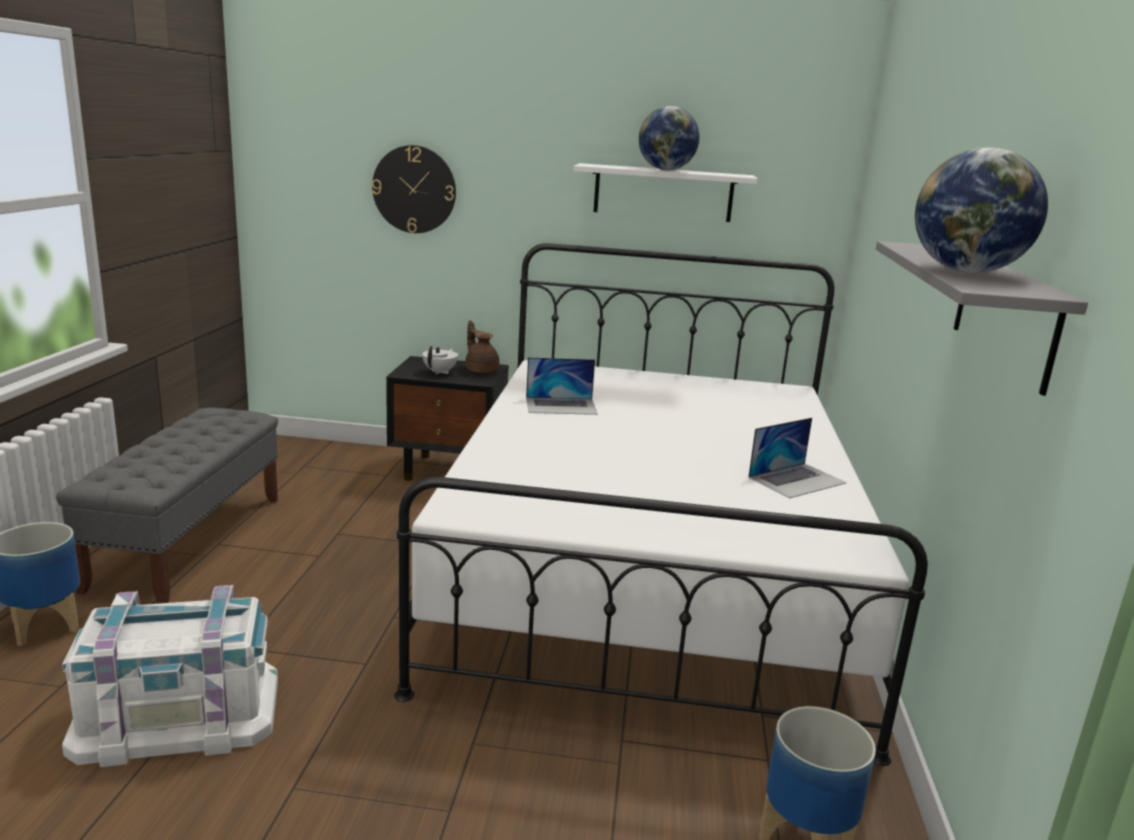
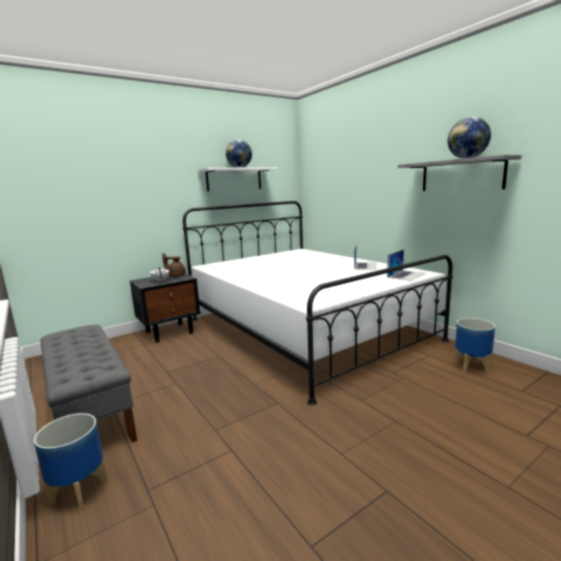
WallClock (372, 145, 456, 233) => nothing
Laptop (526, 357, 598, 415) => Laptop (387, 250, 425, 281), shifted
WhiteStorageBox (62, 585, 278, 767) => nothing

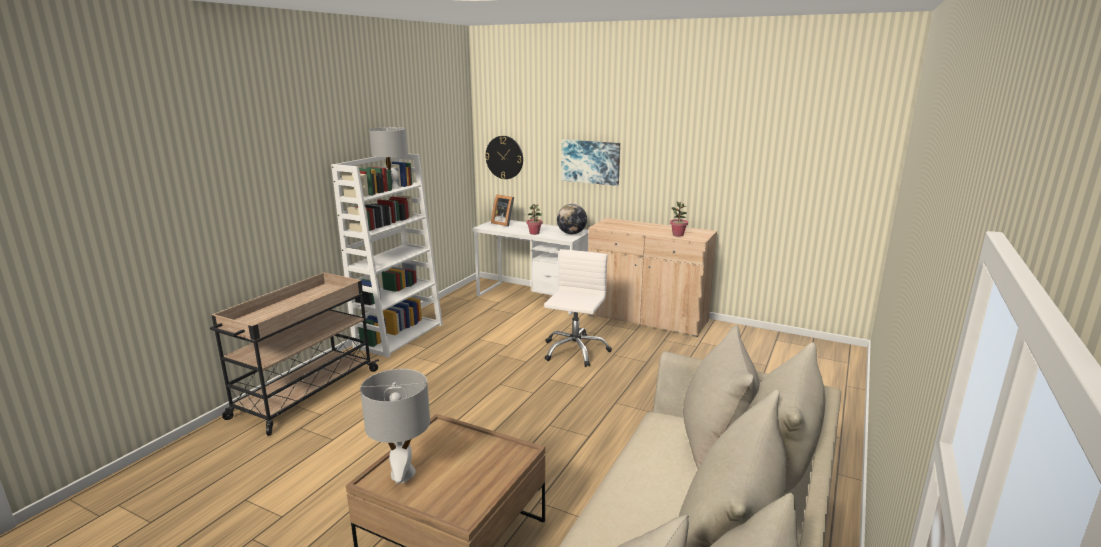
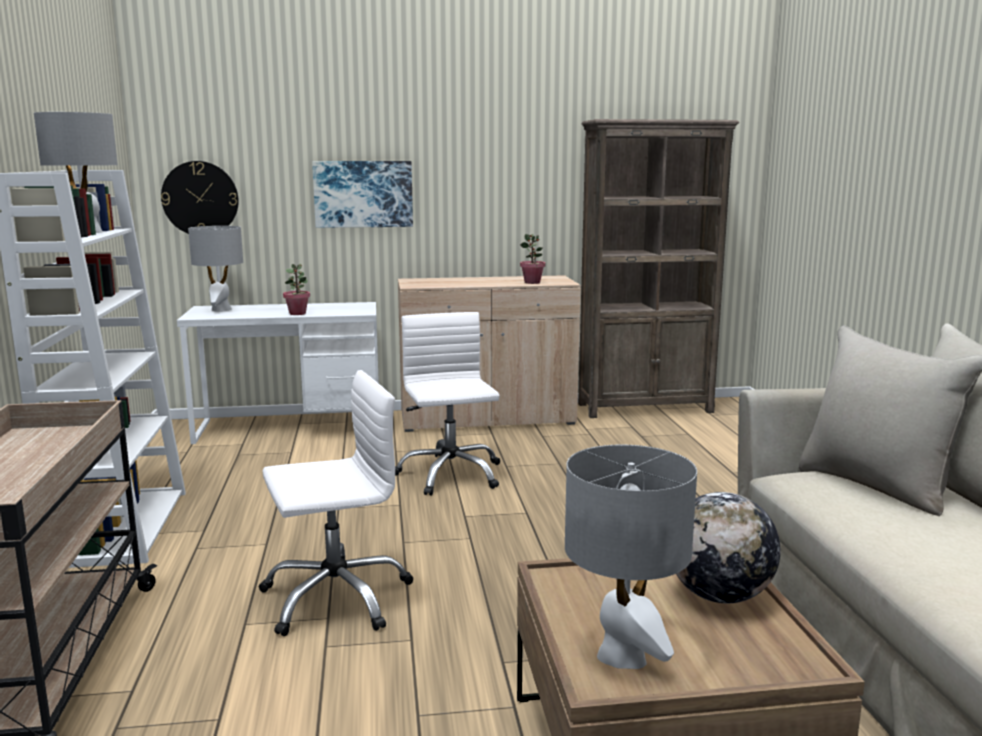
PictureFrame (491, 194, 514, 227) => GreyTableLamp (188, 226, 243, 312)
Globe (557, 204, 587, 234) => Globe (676, 492, 780, 603), shifted
nothing => BrownBookcase (578, 119, 739, 418)
nothing => WhiteOfficeChair (259, 370, 414, 636)

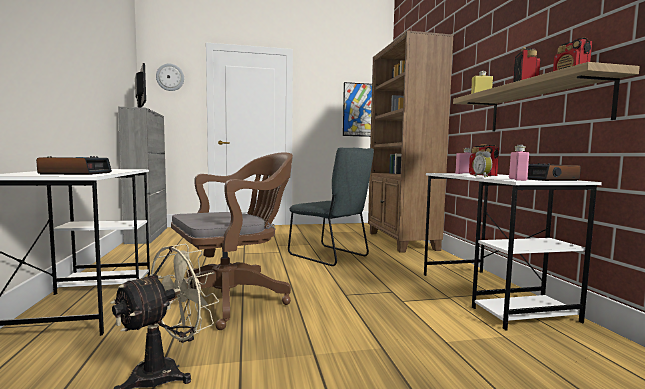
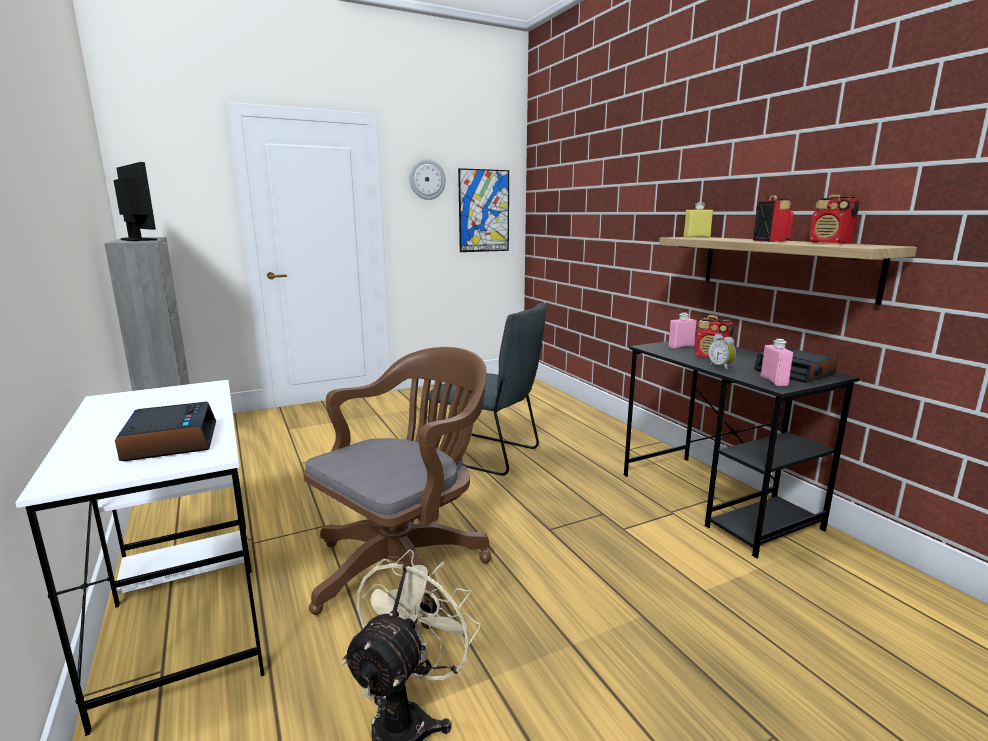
BrownBookcase (368, 30, 454, 253) => nothing
WallClock (156, 64, 184, 91) => WallClock (409, 159, 446, 200), shifted
WhiteDesk (424, 173, 602, 330) => BlackDesk (624, 337, 860, 558)

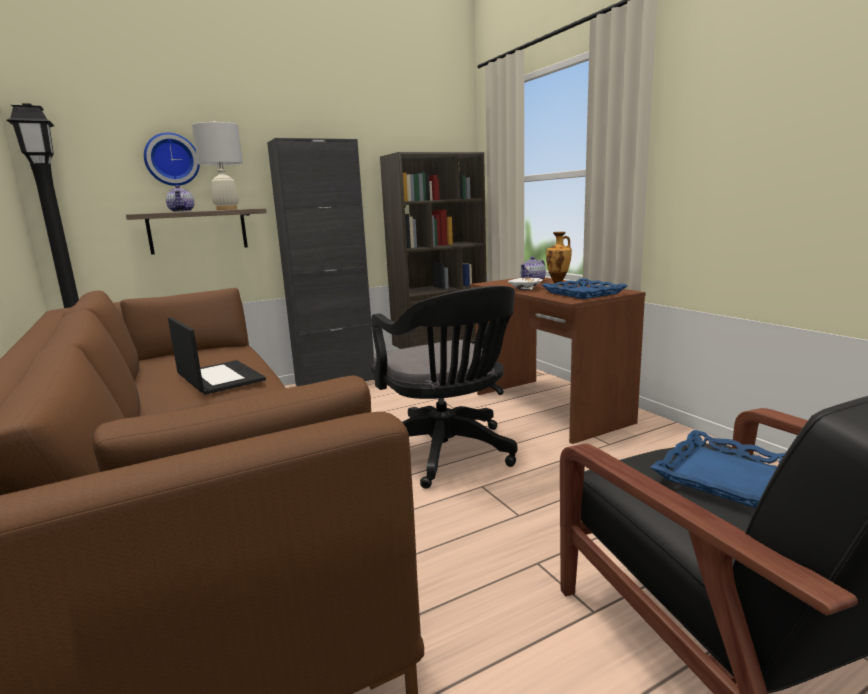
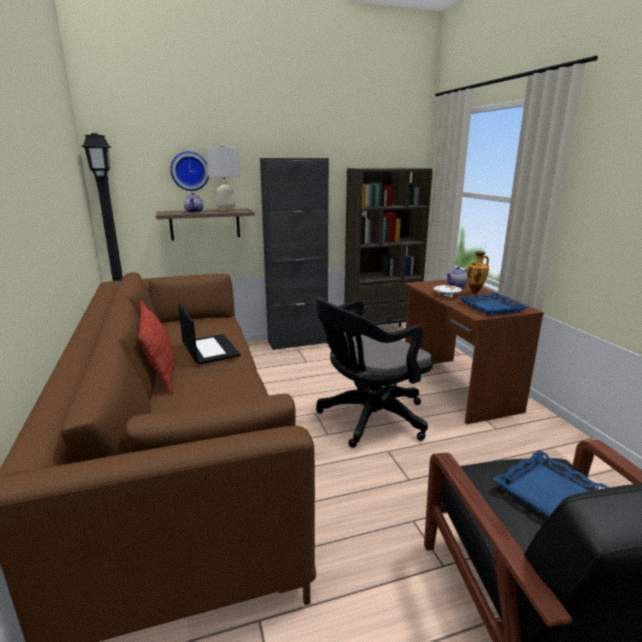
BlackOfficeChair (370, 286, 518, 489) => BlackOfficeChair (315, 296, 433, 448), 75 degrees clockwise
nothing => Pillow (138, 300, 174, 395)

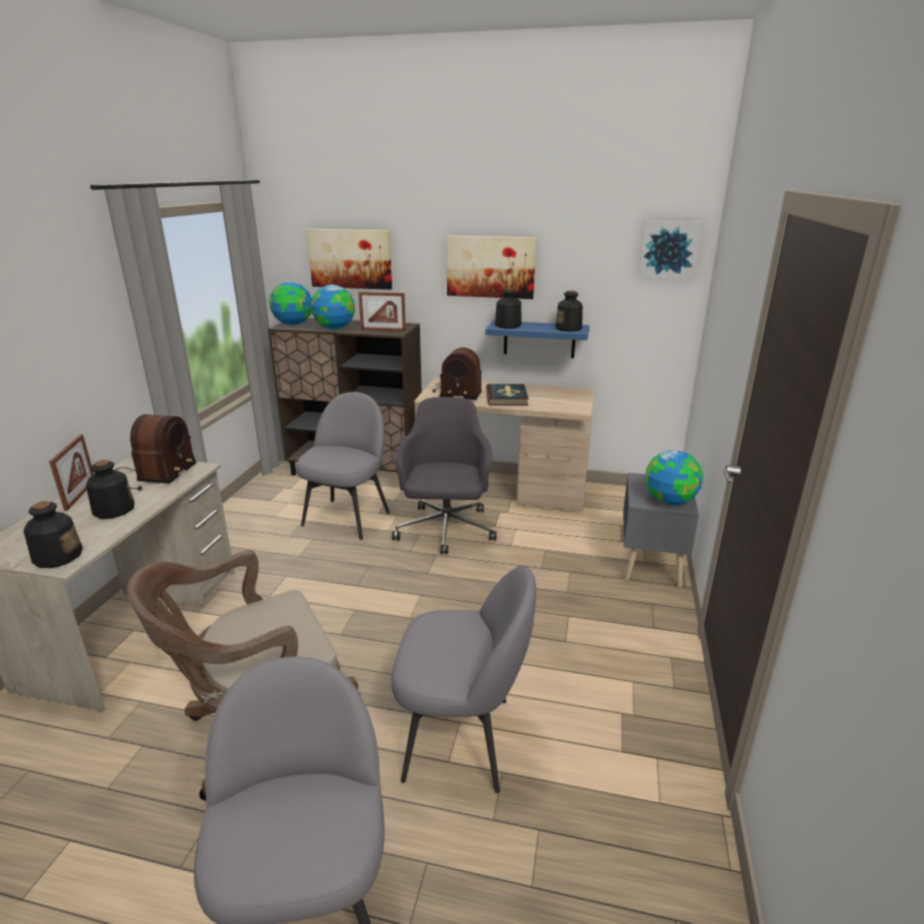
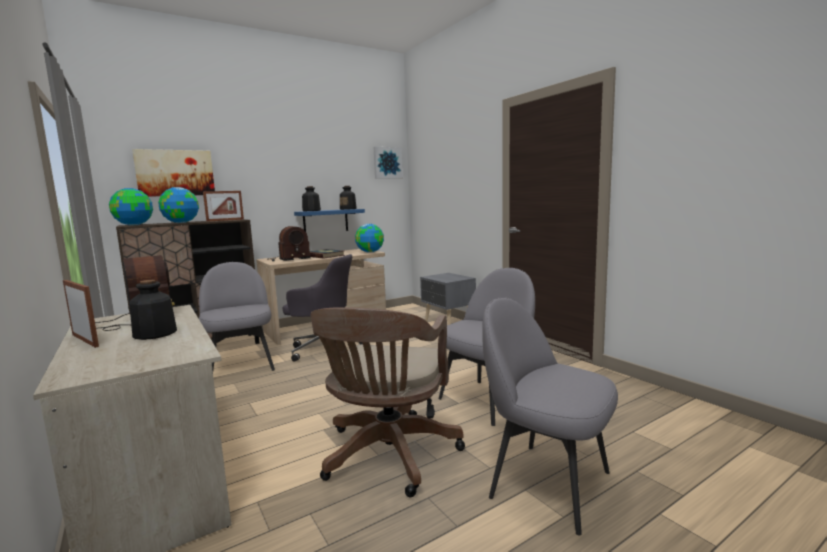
Picture (446, 235, 536, 299) => nothing
GreyOfficeChair (392, 397, 497, 554) => GreyOfficeChair (283, 254, 363, 362), 150 degrees clockwise
Globe (645, 450, 703, 505) => Globe (355, 224, 384, 253), shifted
Bottle (23, 501, 83, 568) => nothing

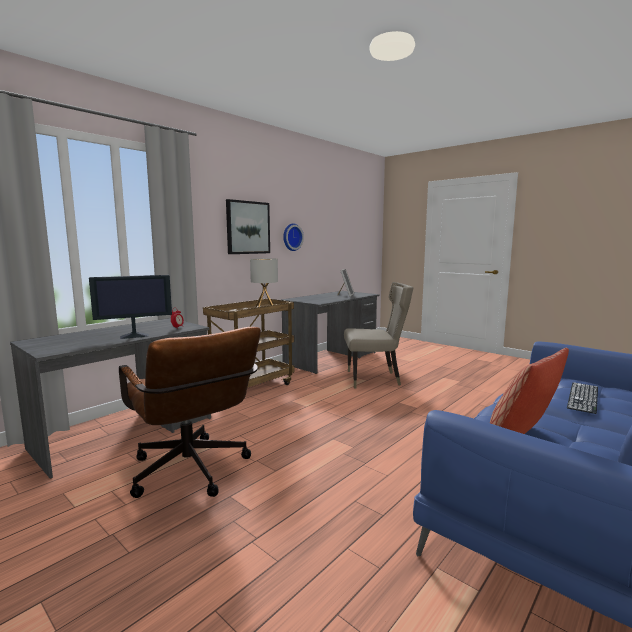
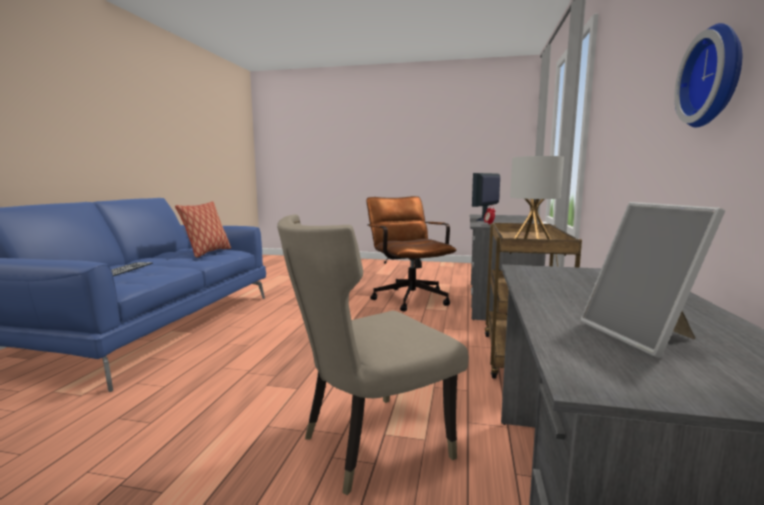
Picture (226, 199, 270, 254) => nothing
BrownOfficeChair (119, 327, 261, 498) => BrownOfficeChair (366, 196, 456, 312), 45 degrees clockwise

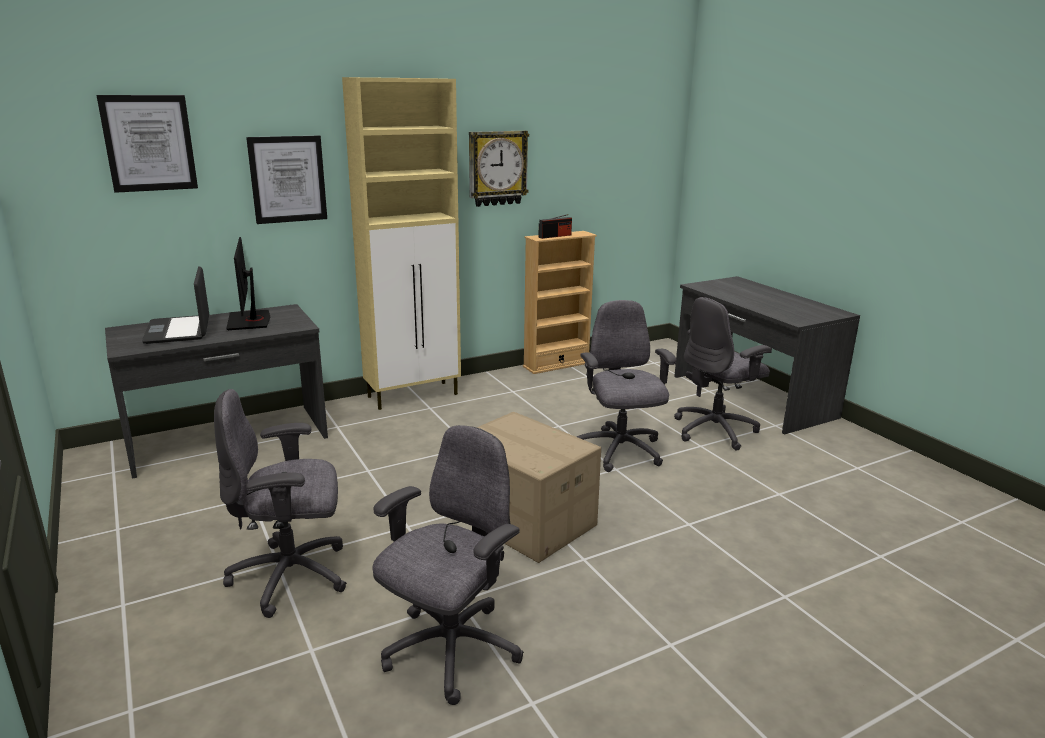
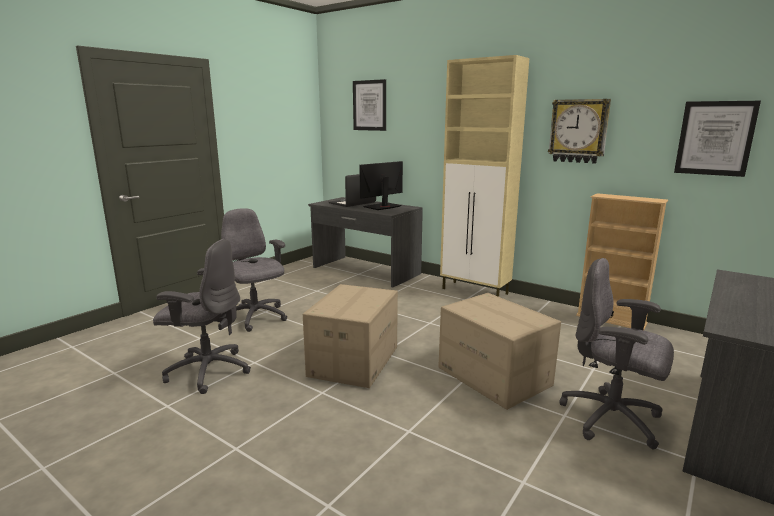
Picture (246, 135, 327, 224) => Picture (674, 101, 761, 177), shifted
Radio (538, 214, 572, 239) => nothing
GreyOfficeChair (577, 300, 676, 472) => CardboardBox (438, 293, 561, 410)

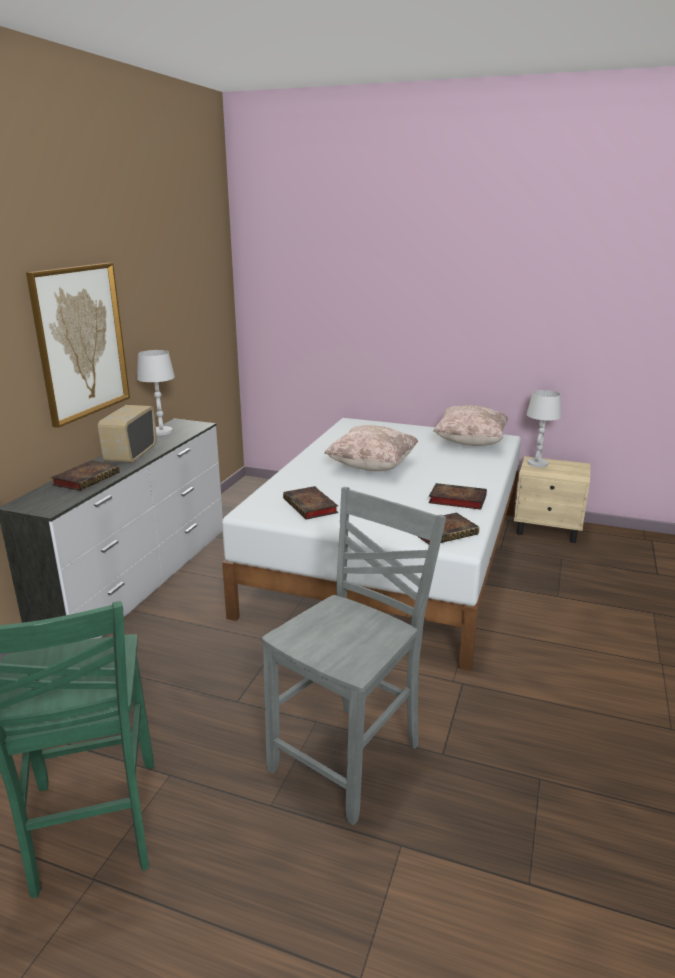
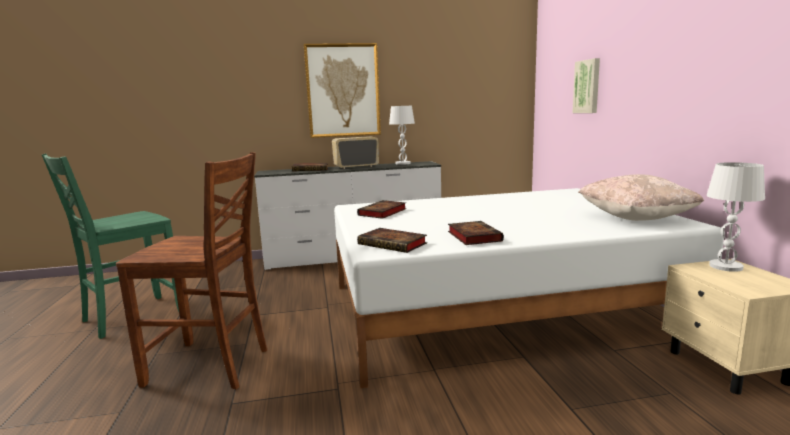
BeigePillow (324, 425, 418, 471) => nothing
GreyChair (262, 487, 446, 826) => BrownChair (116, 152, 267, 389)
nothing => Picture (572, 58, 600, 113)

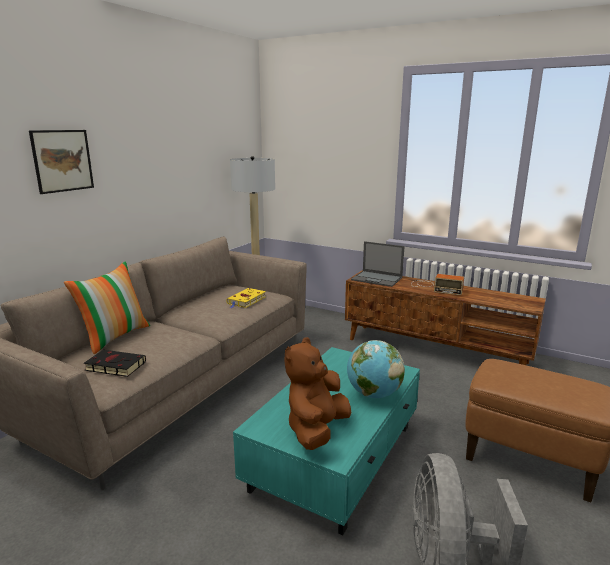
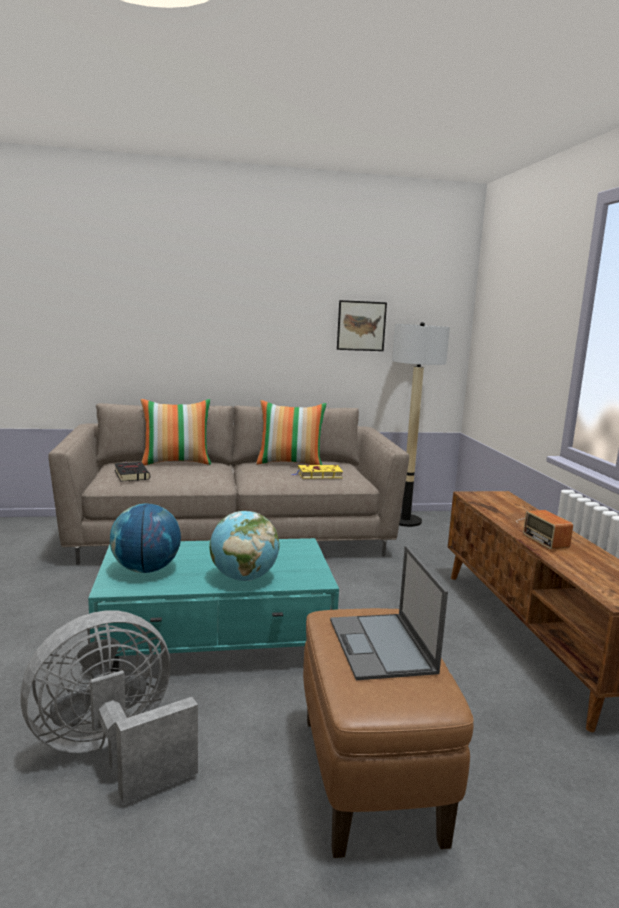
Picture (29, 130, 94, 194) => Picture (337, 300, 387, 351), shifted
Laptop (351, 241, 405, 287) => Laptop (330, 546, 448, 680), shifted
BrownPlushToy (284, 337, 352, 450) => Globe (110, 504, 181, 573)
nothing => Pillow (256, 400, 327, 465)

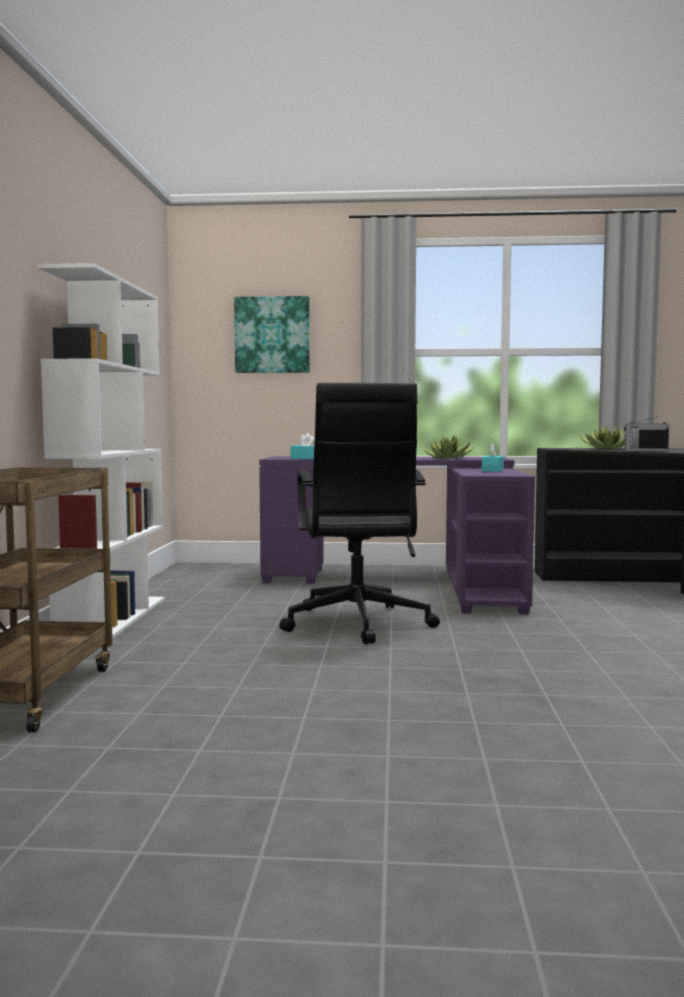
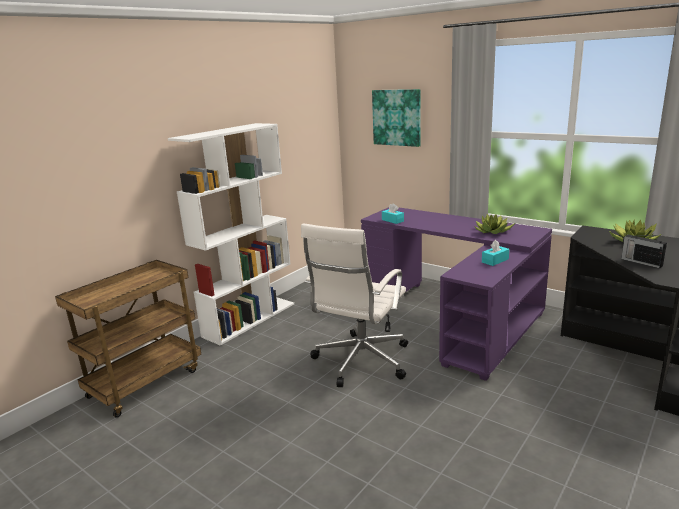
BlackOfficeChair (279, 383, 440, 644) => WhiteOfficeChair (301, 223, 408, 387)

